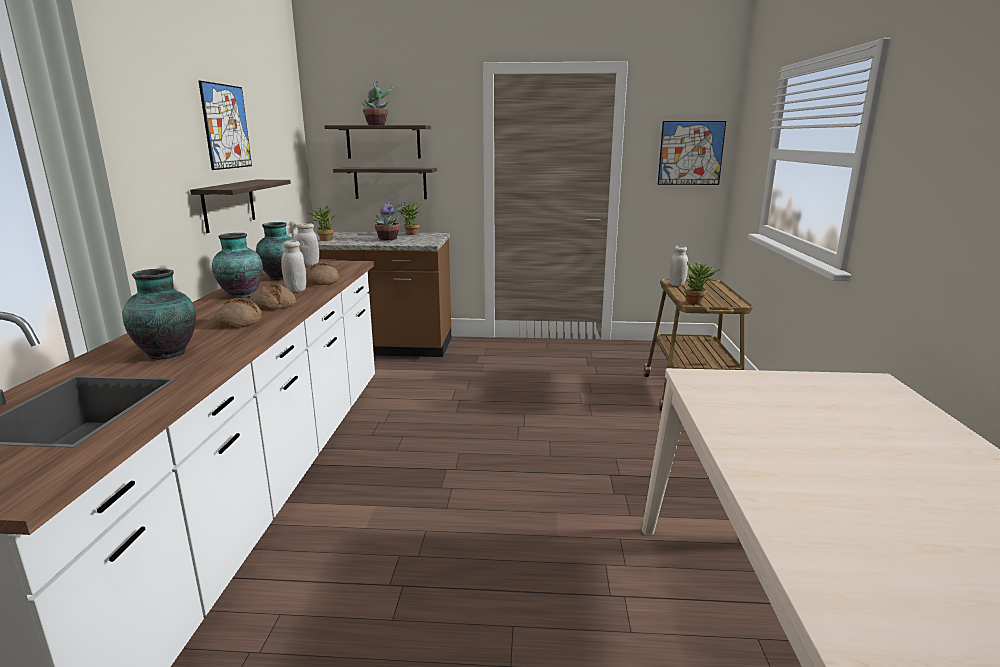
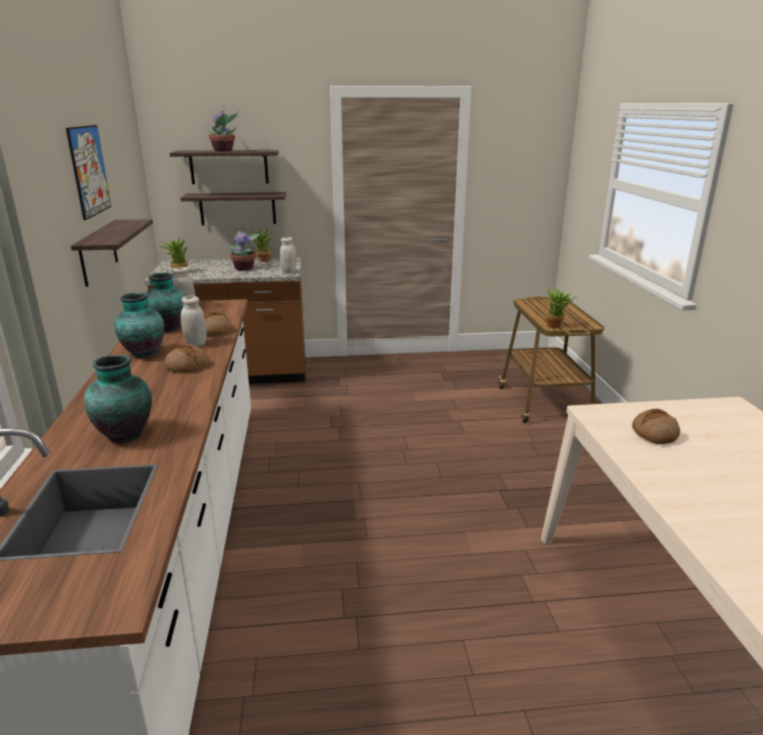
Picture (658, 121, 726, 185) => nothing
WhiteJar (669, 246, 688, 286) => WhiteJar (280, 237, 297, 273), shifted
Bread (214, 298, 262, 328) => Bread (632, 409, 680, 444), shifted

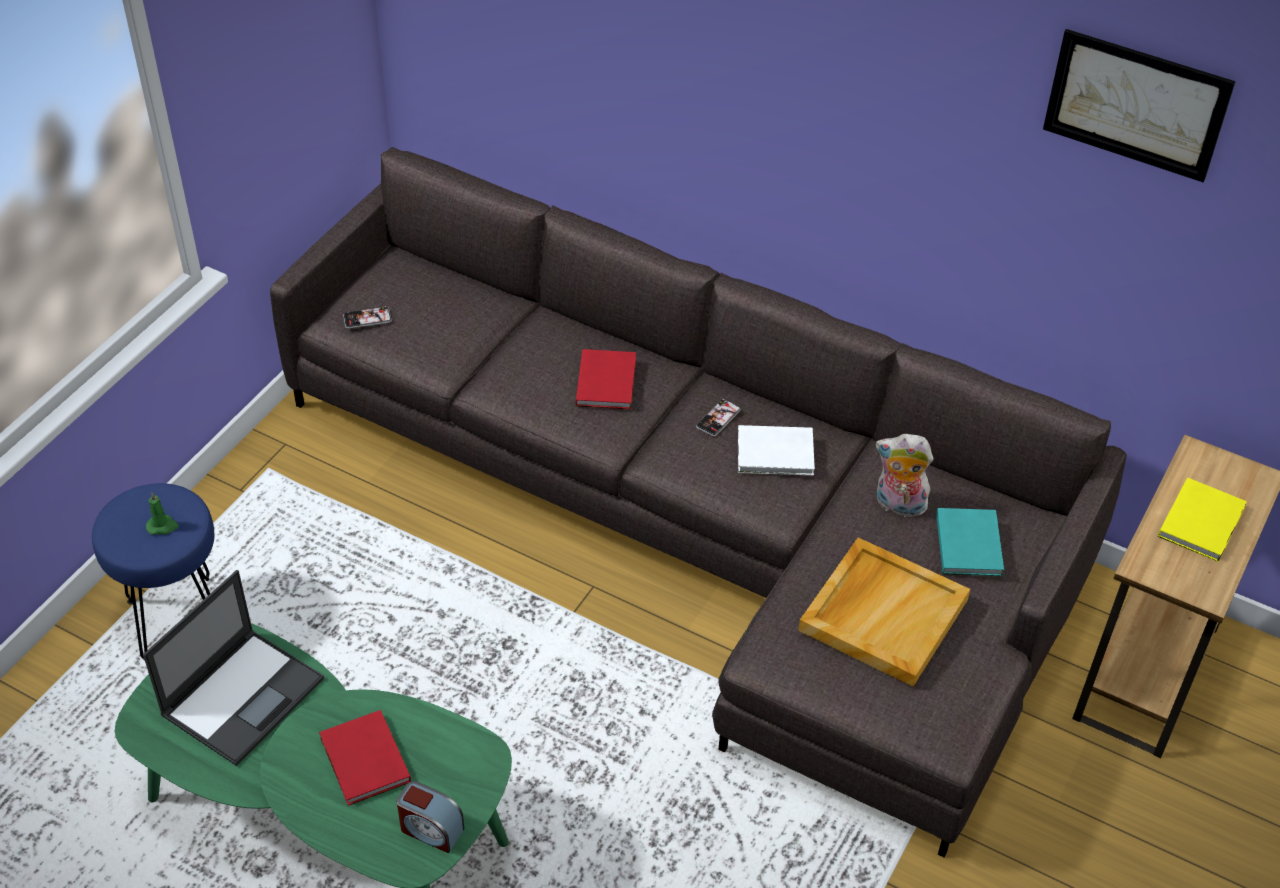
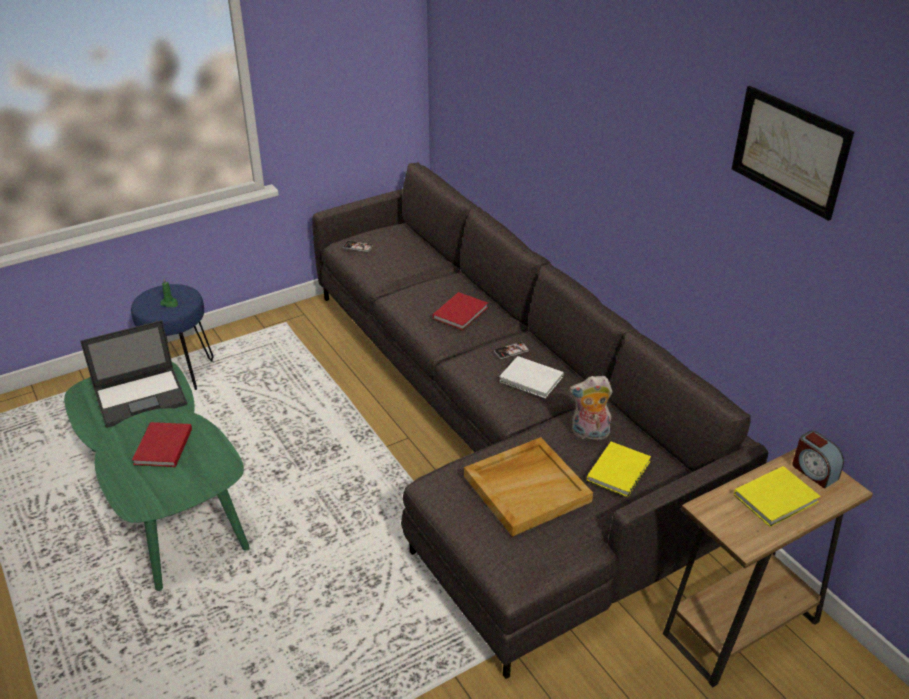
PlushToy (876, 434, 933, 517) => PlushToy (569, 376, 613, 440), 45 degrees counterclockwise
TurquoiseBook (936, 508, 1004, 576) => YellowBook (587, 442, 651, 497)
AlarmClock (397, 781, 464, 853) => AlarmClock (792, 430, 844, 489), shifted

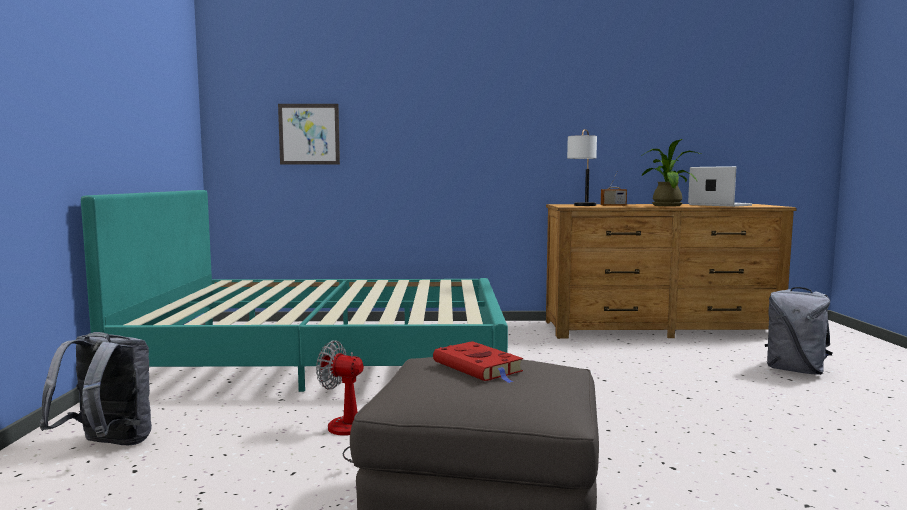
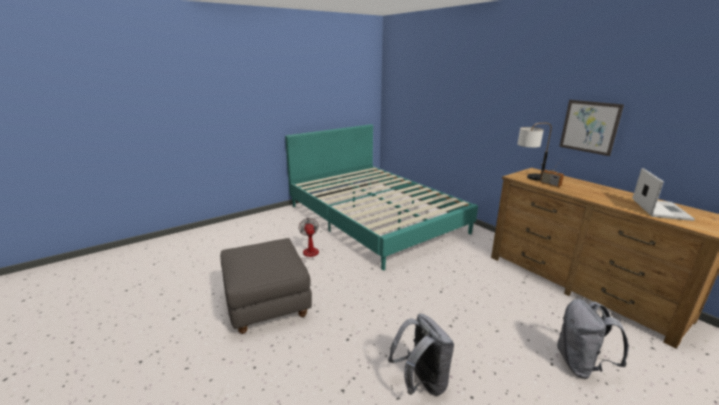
Picture (278, 104, 340, 165) => Picture (559, 100, 624, 156), shifted
PottedPlant (641, 139, 701, 206) => nothing
GreyBackpack (39, 332, 152, 445) => GreyBackpack (388, 313, 454, 396), shifted
RedBook (433, 341, 523, 383) => nothing

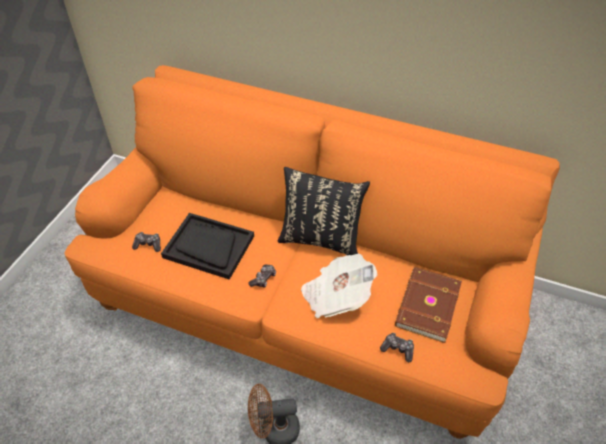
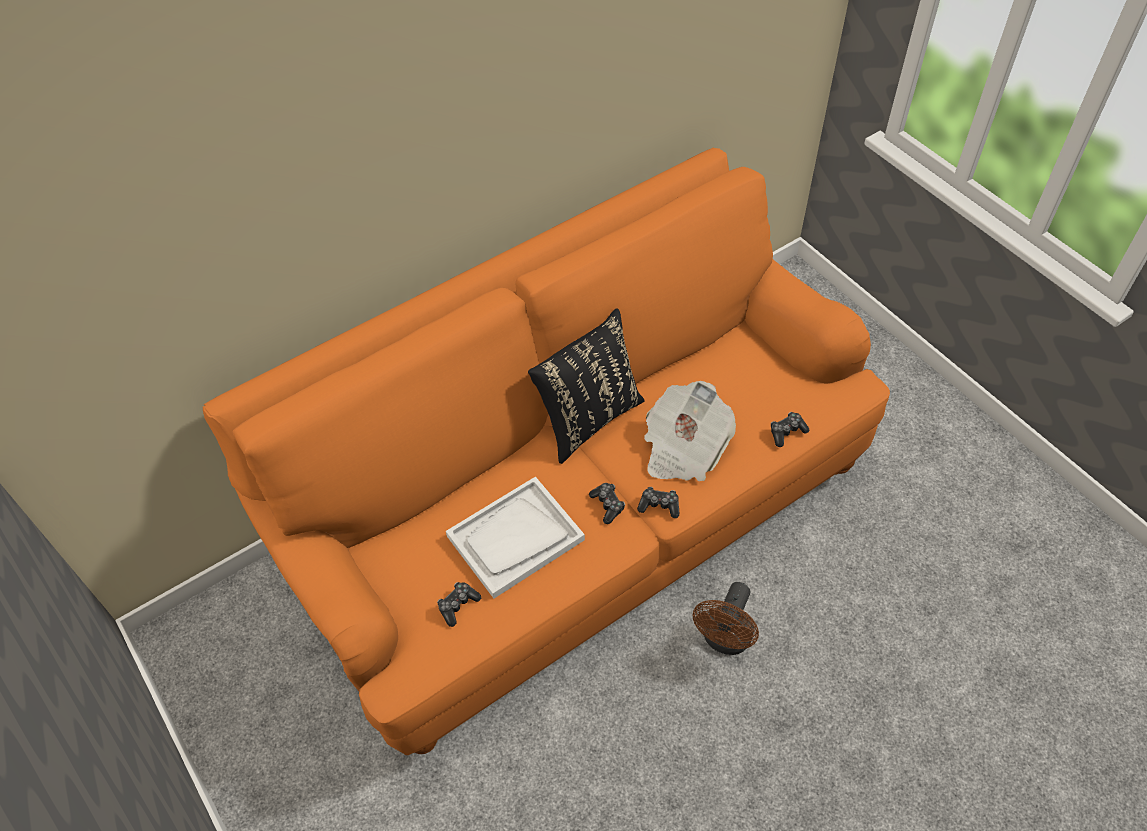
BlackTray (161, 213, 254, 280) => WhiteTray (446, 476, 585, 598)
BrownBook (395, 267, 462, 343) => nothing
nothing => GameController (637, 487, 679, 518)

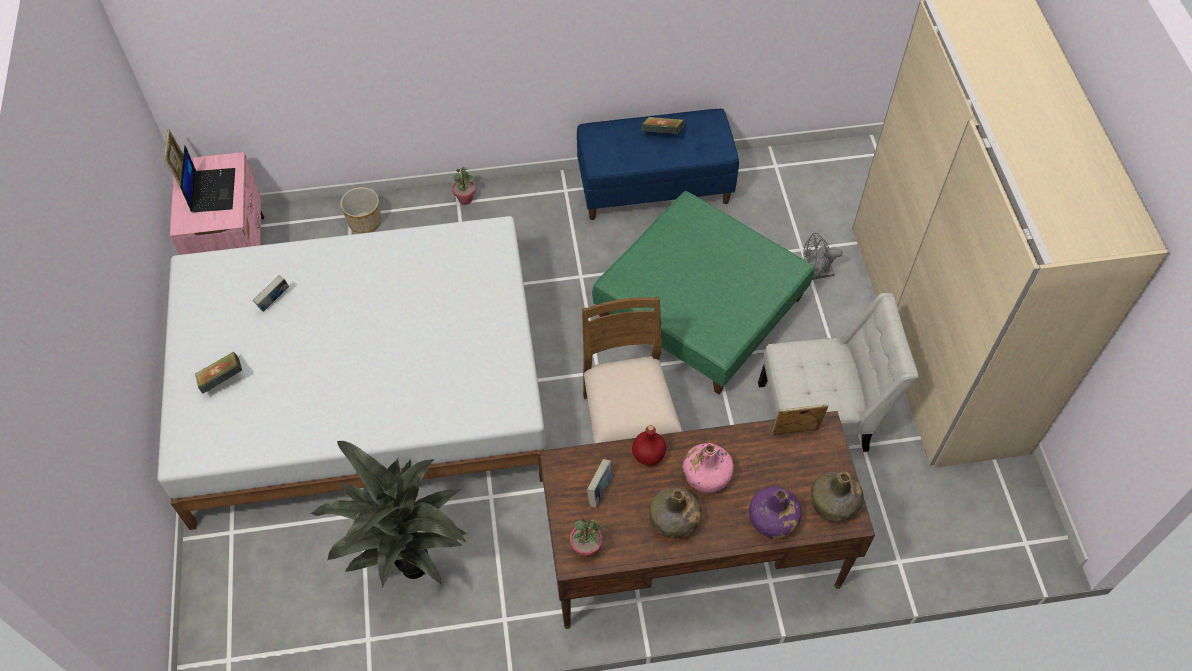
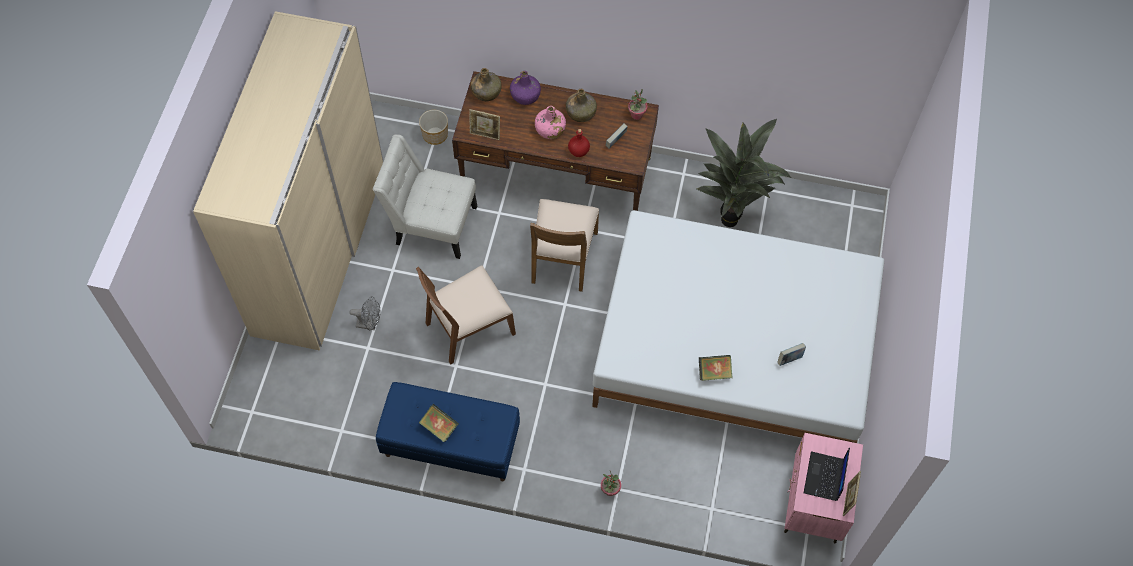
Planter (340, 187, 381, 234) => Planter (419, 110, 448, 145), shifted
GreenOttoman (592, 191, 815, 394) => BrownChair (416, 265, 516, 365)
Book (195, 352, 242, 394) => Book (699, 355, 733, 381), shifted

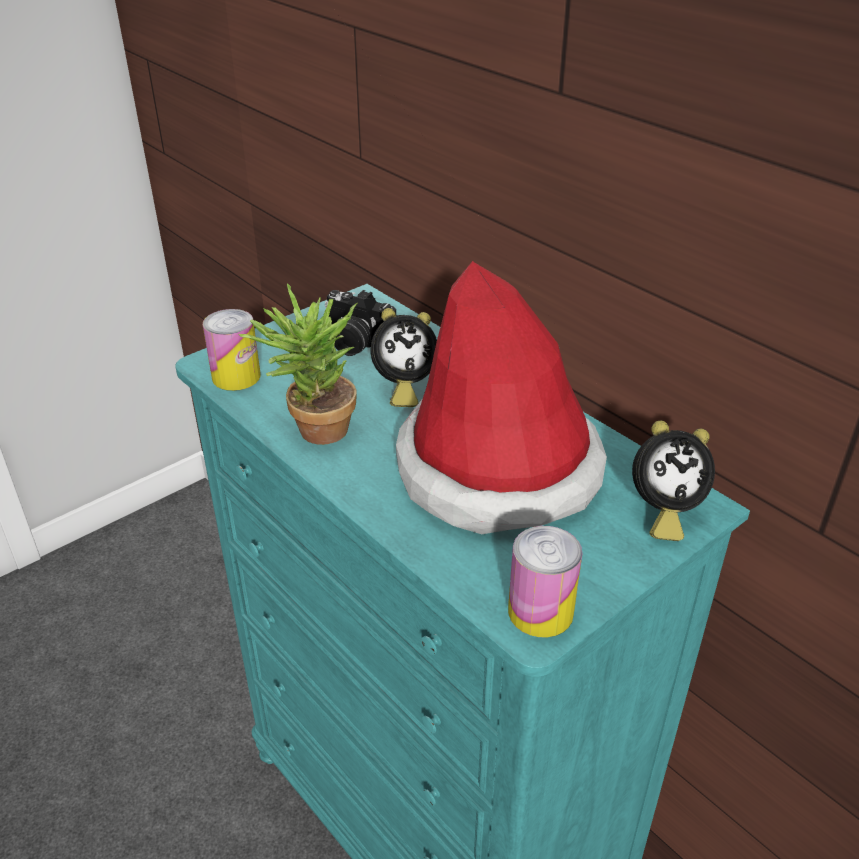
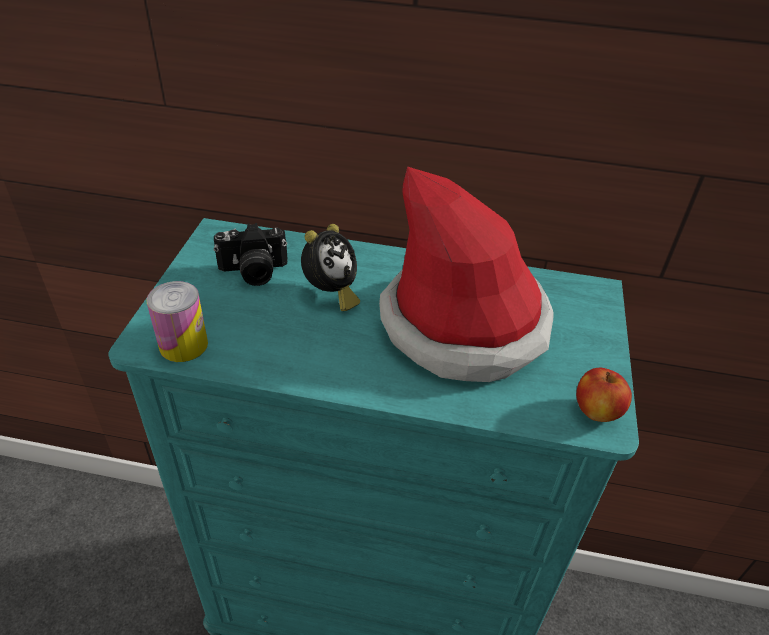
PottedPlant (238, 283, 357, 445) => nothing
AlarmClock (632, 420, 715, 541) => nothing
Can (508, 526, 582, 637) => Apple (576, 368, 632, 422)

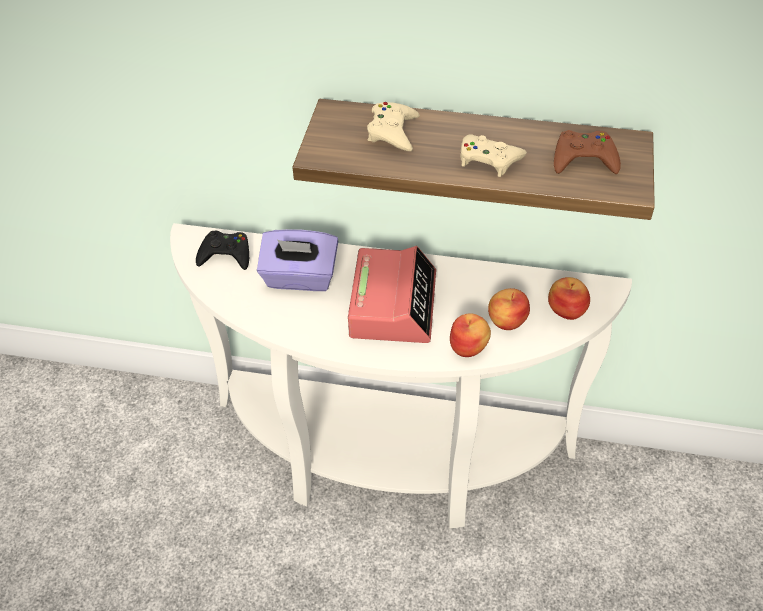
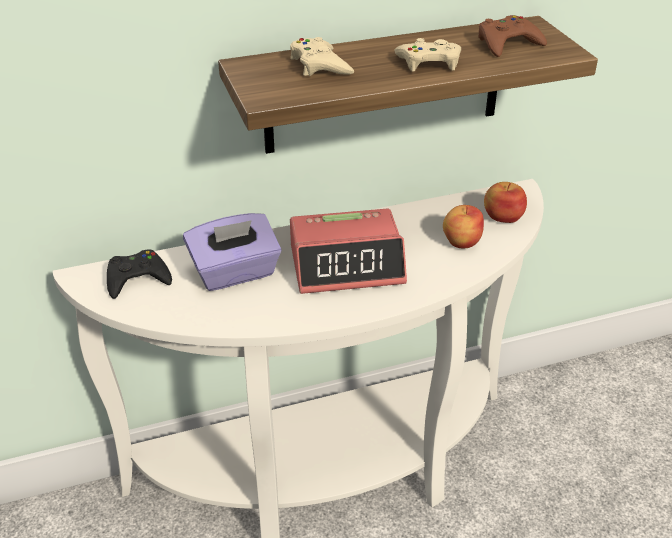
AlarmClock (348, 246, 436, 343) => AlarmClock (290, 209, 407, 294), 105 degrees clockwise
Apple (450, 314, 491, 357) => nothing

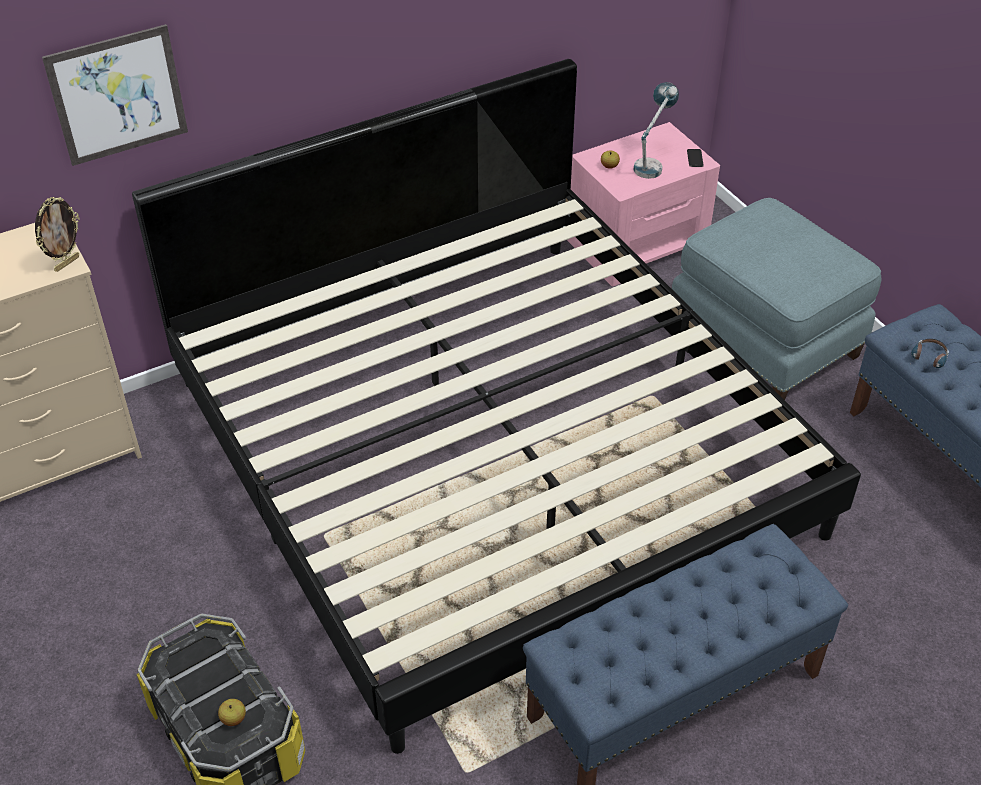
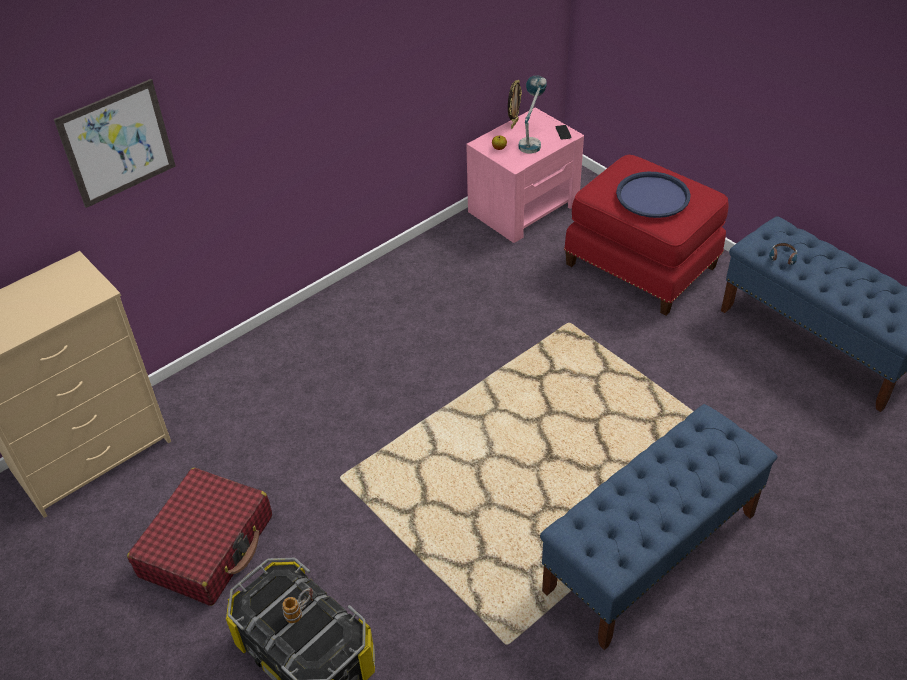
Bed (132, 59, 861, 754) => nothing
PictureFrame (35, 197, 80, 272) => PictureFrame (508, 80, 522, 129), shifted
BlueOttoman (671, 198, 882, 400) => RedOttoman (564, 155, 729, 315)
Apple (218, 699, 246, 726) => nothing
nothing => BlueTray (616, 172, 690, 218)
nothing => RedSuitcase (127, 468, 272, 606)
nothing => Mug (282, 588, 313, 623)

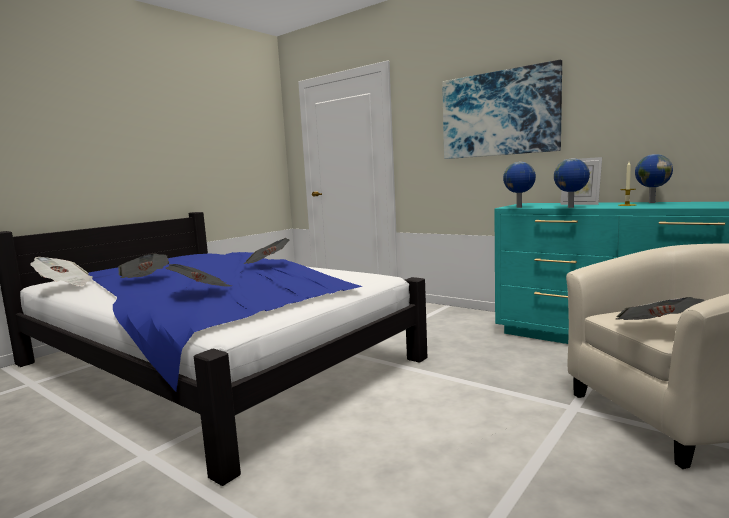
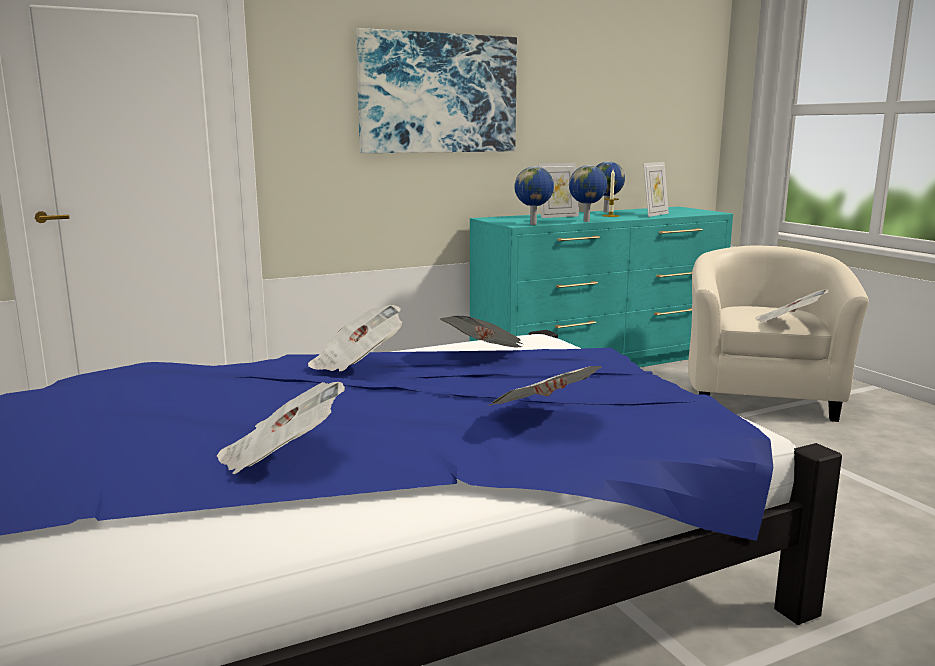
Newspaper (30, 257, 93, 286) => Newspaper (440, 316, 523, 347), shifted
nothing => PictureFrame (643, 162, 669, 217)

